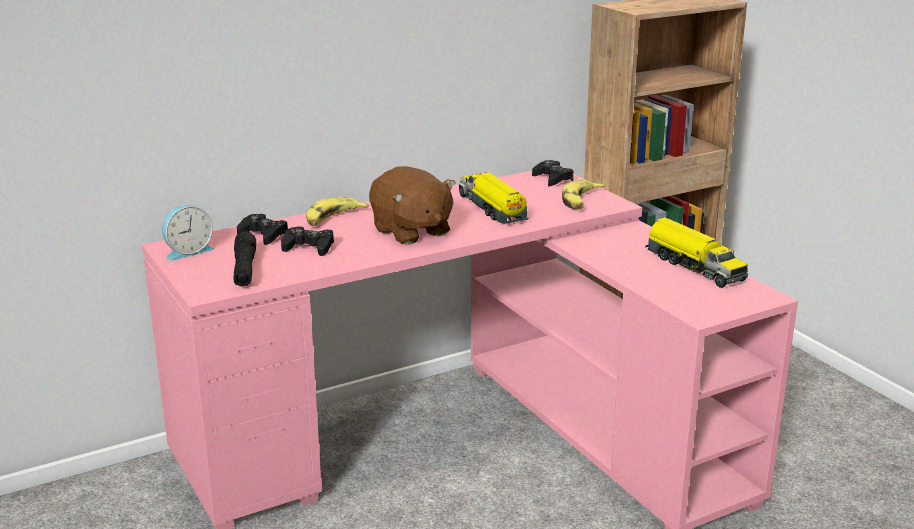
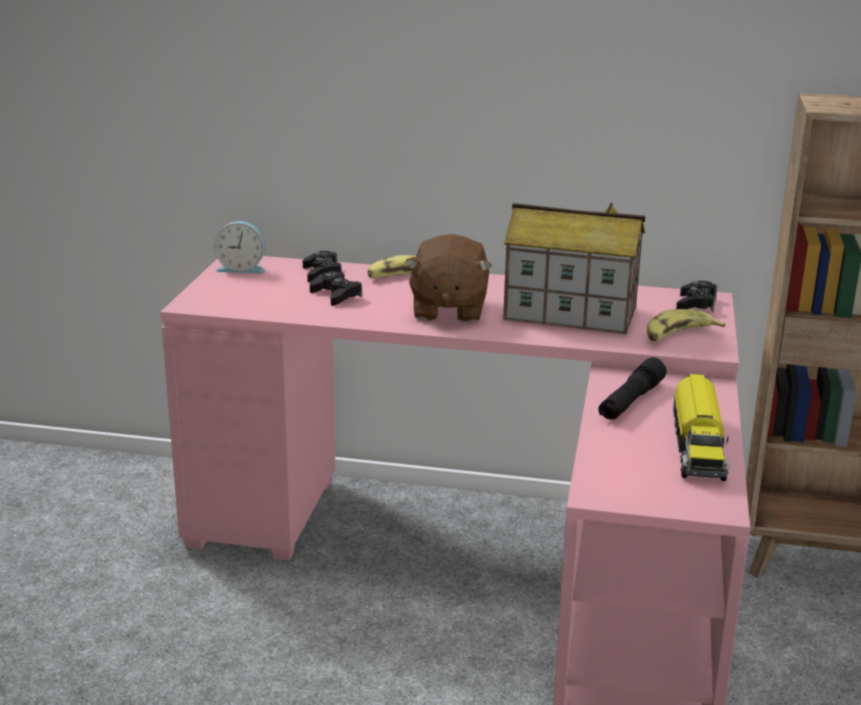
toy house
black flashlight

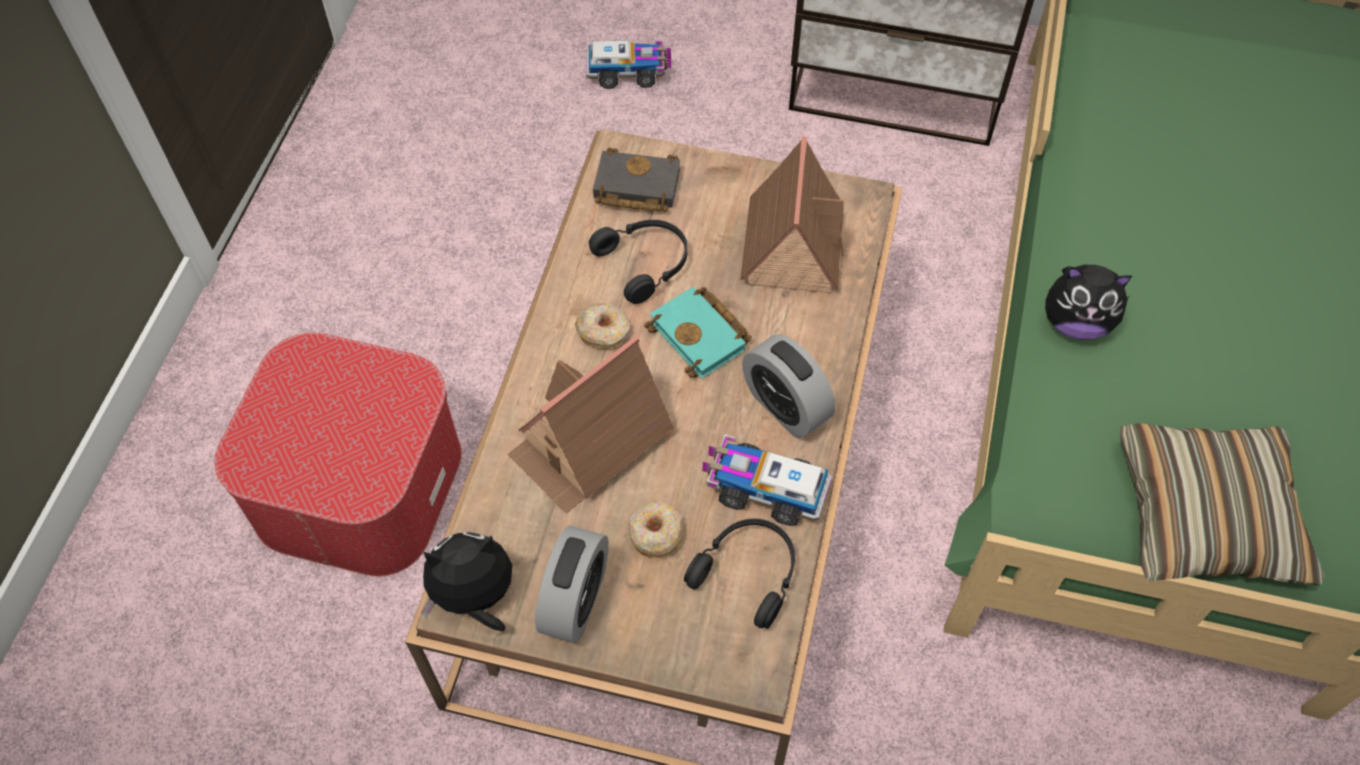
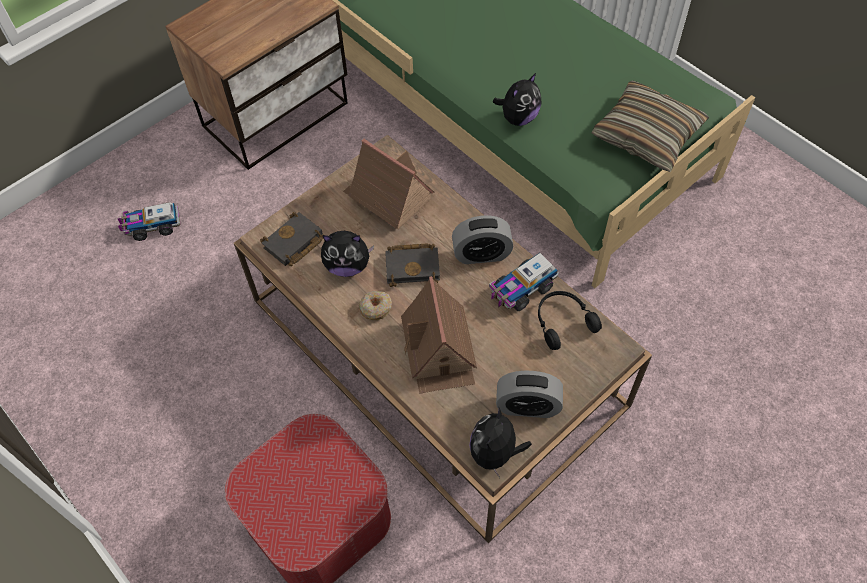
toy truck (1st from left)
plush toy (1st from left)
black book (2nd from left)
donut (2nd from left in the first image)
alarm clock (2nd from left)

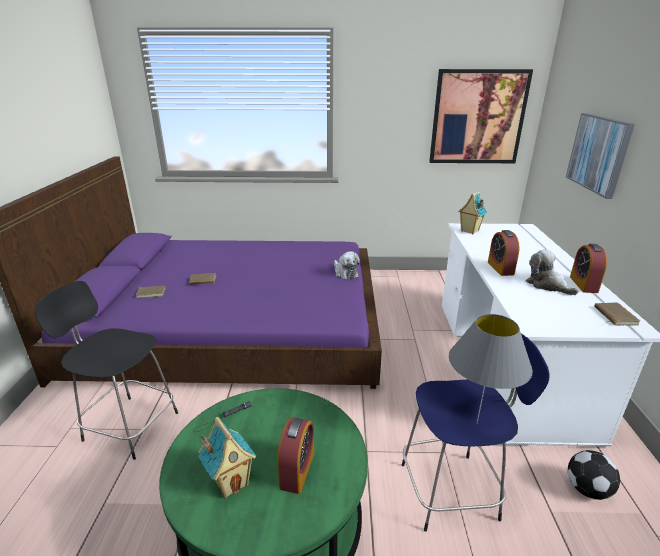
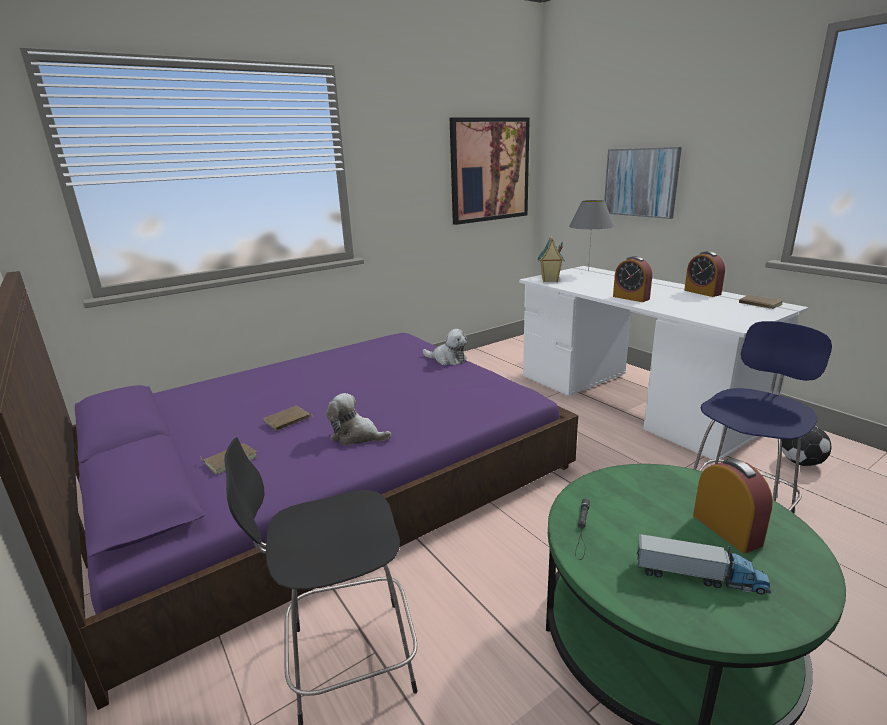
plush toy (1st from left)
grey table lamp
toy truck

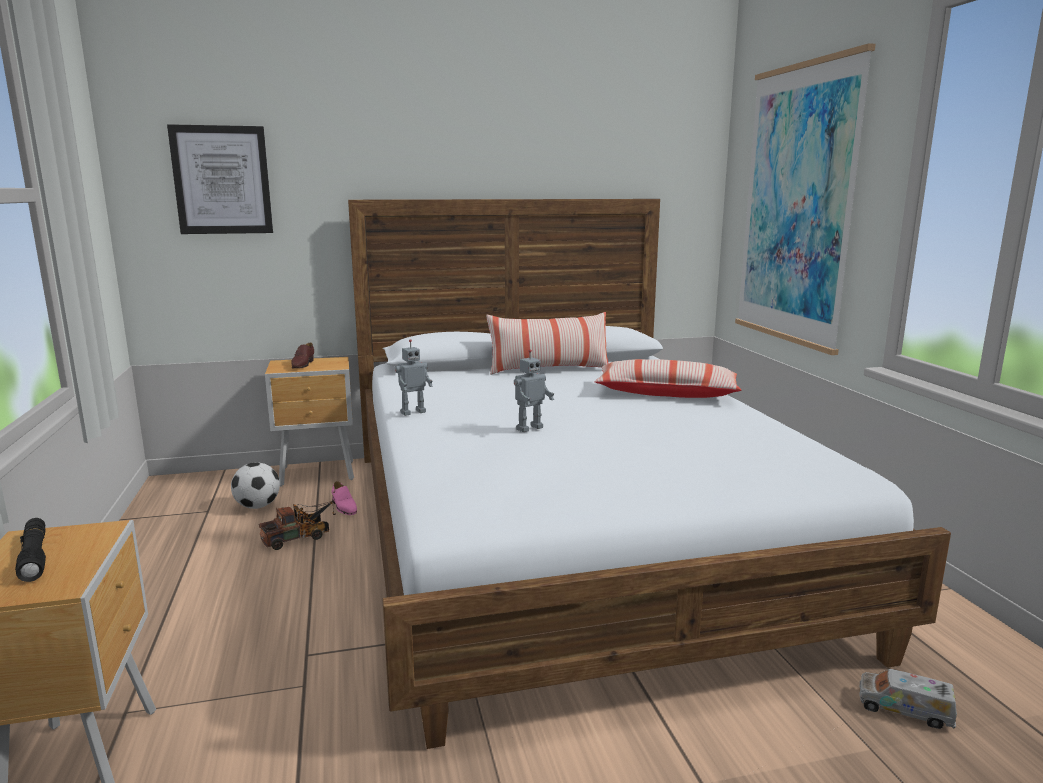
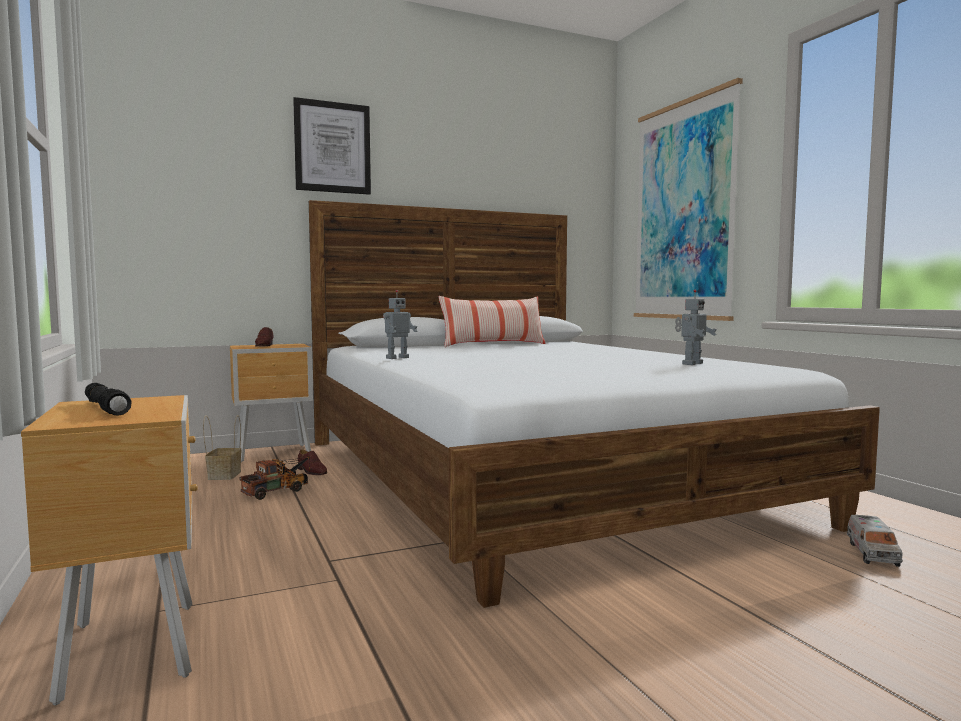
picture (1st from left)
toy robot (2nd from left)
pillow (2nd from left in the first image)
basket
brown shoe (2nd from left)
toy truck (2nd from left)

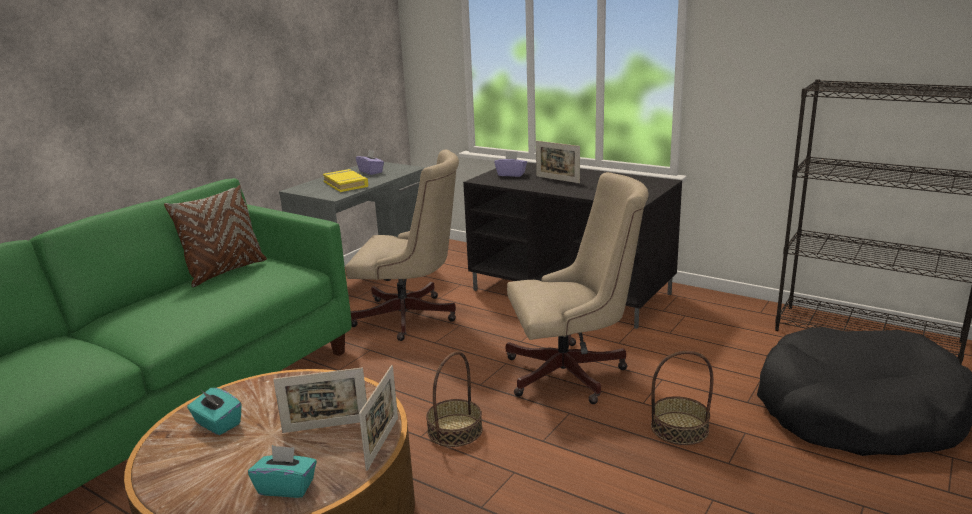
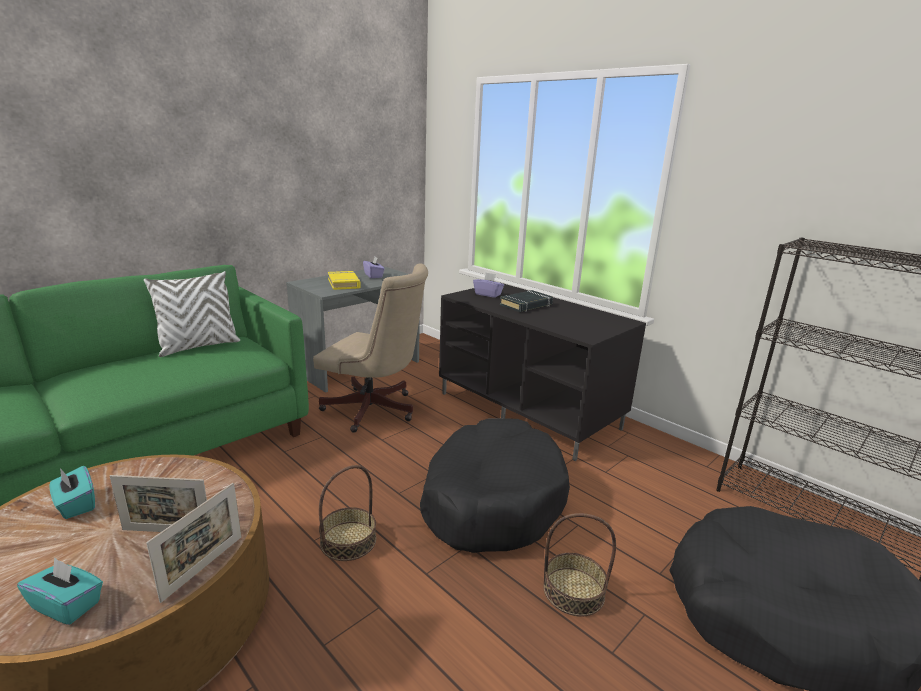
black book
black dog bed (1st from left)
white pillow

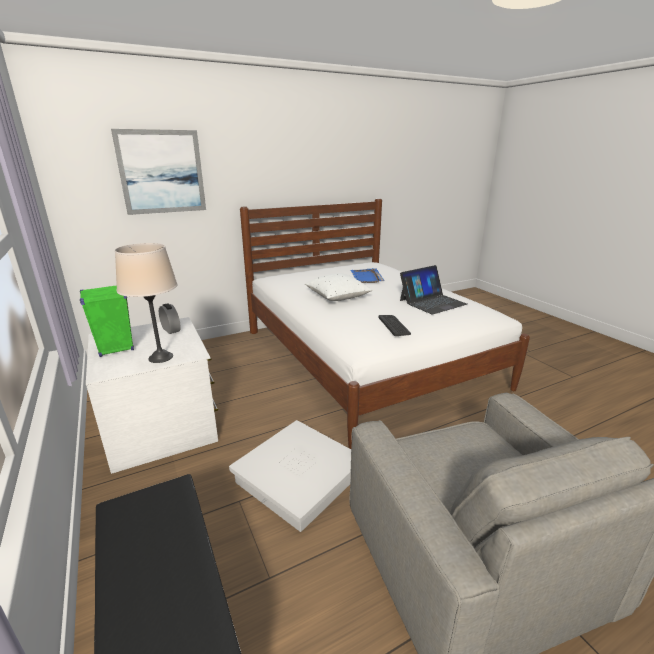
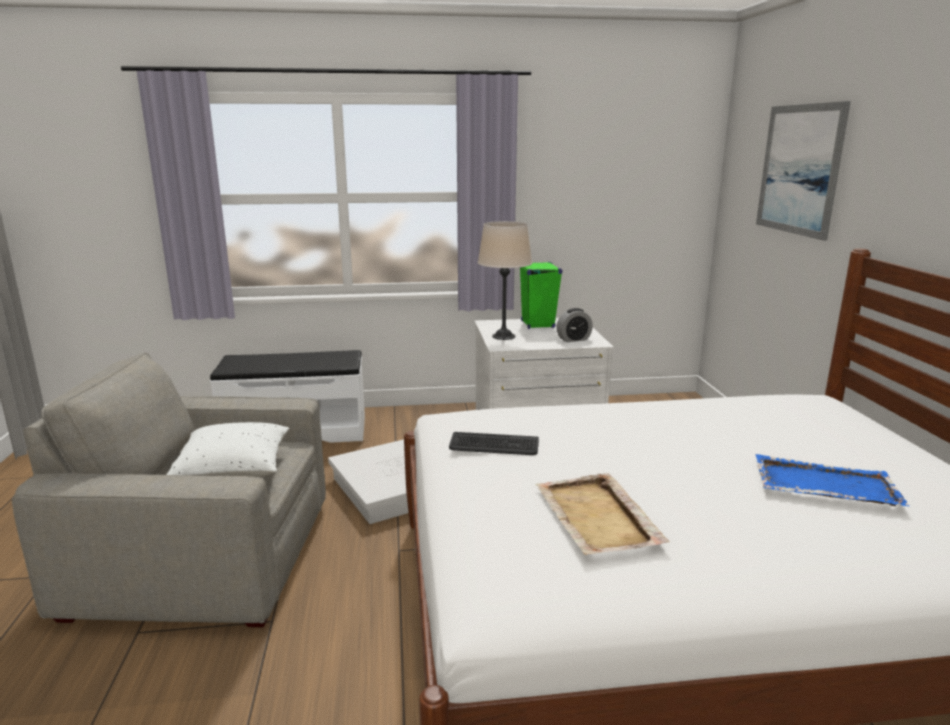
beige tray
white pillow

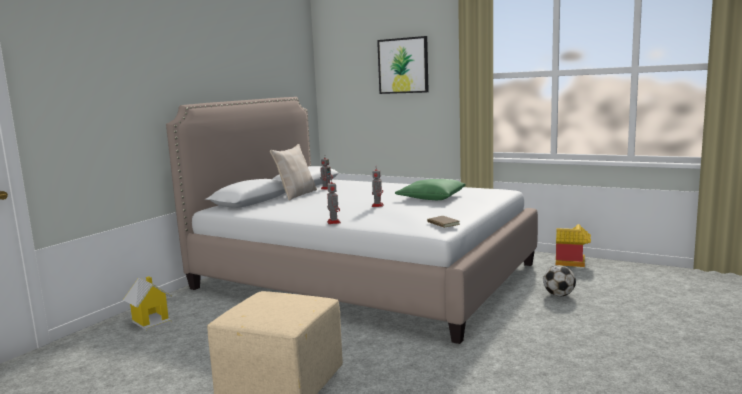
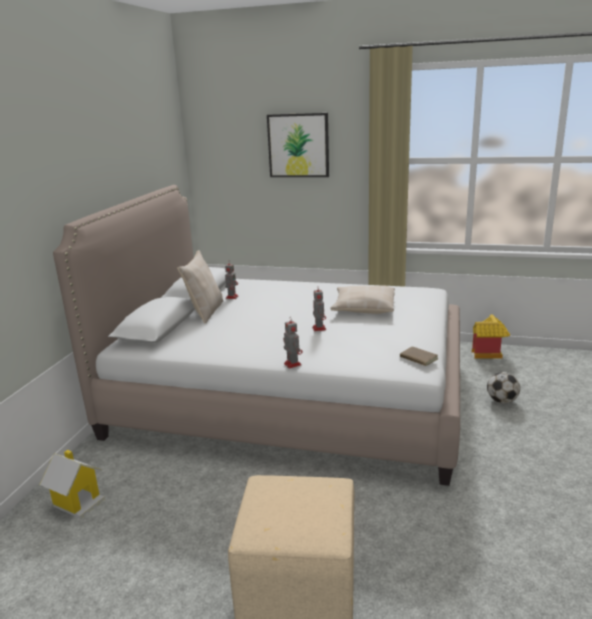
beige pillow (2nd from left)

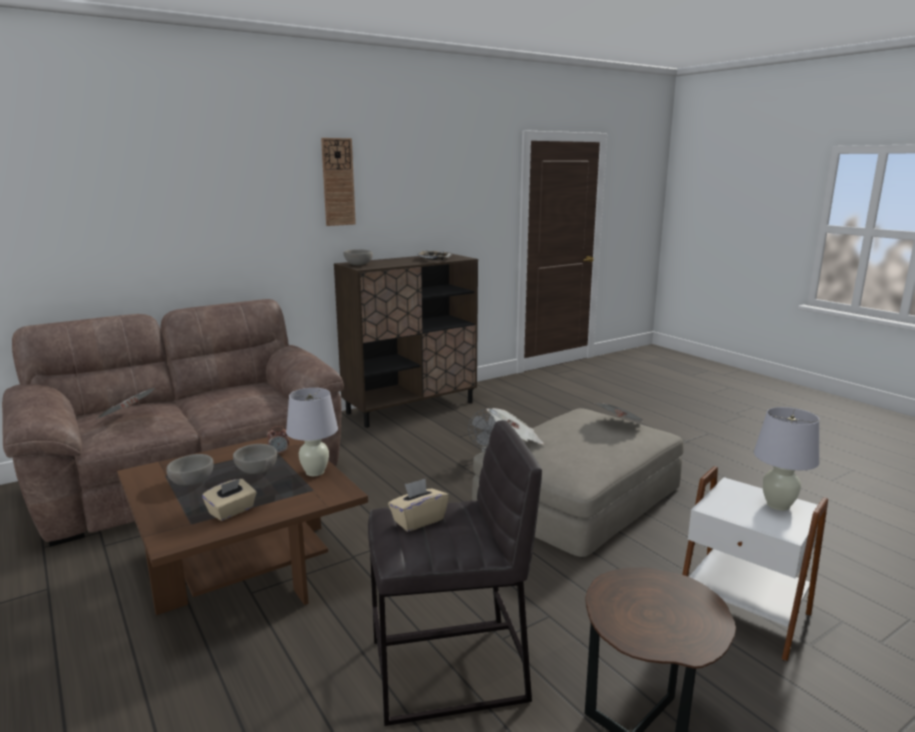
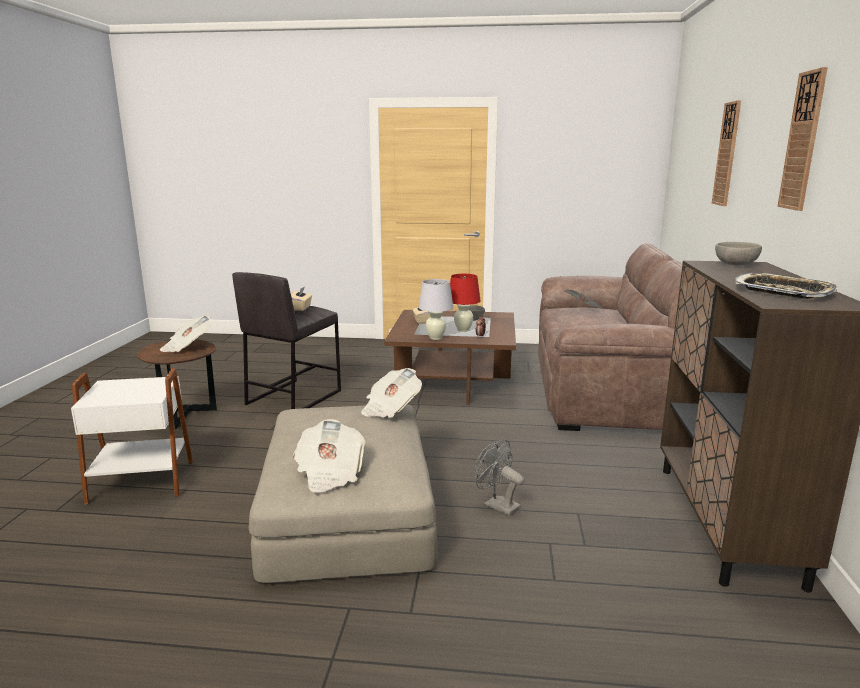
white table lamp (2nd from left in the first image)
red table lamp
wall clock (1st from left)
newspaper (1st from left)

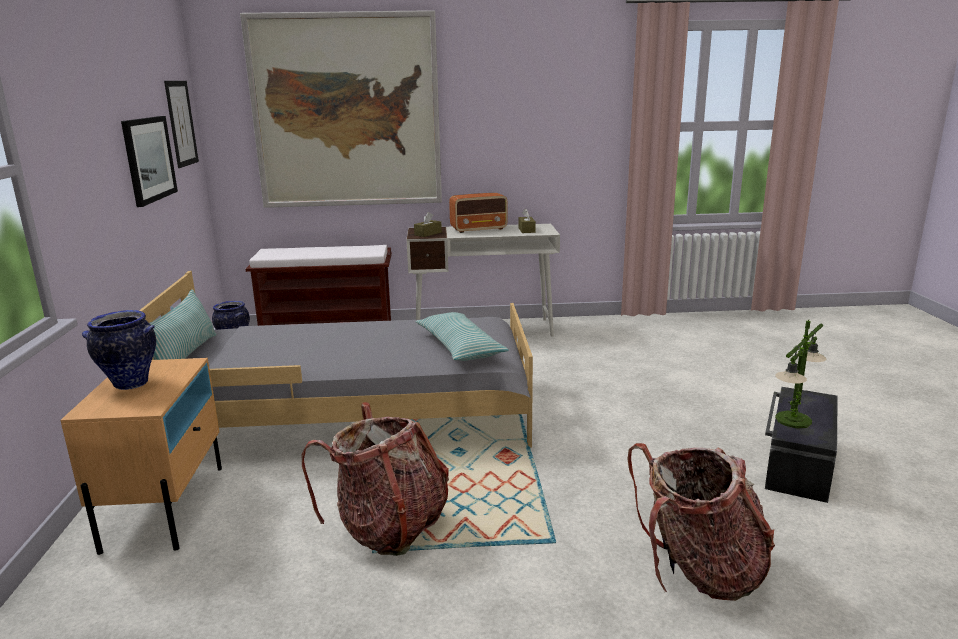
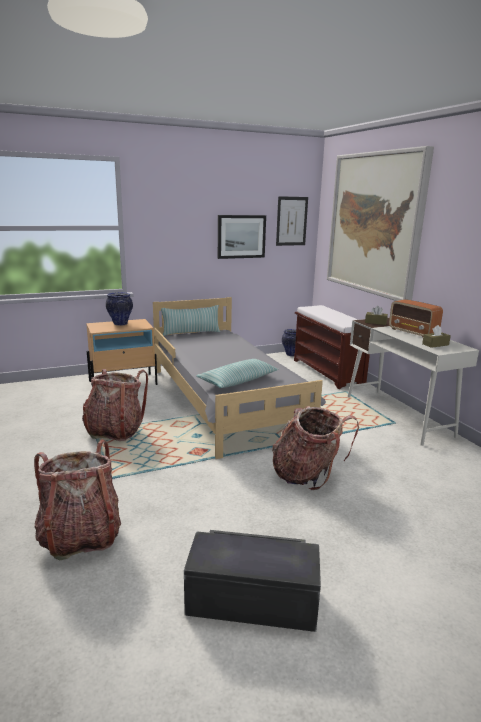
table lamp
backpack (3rd from left)

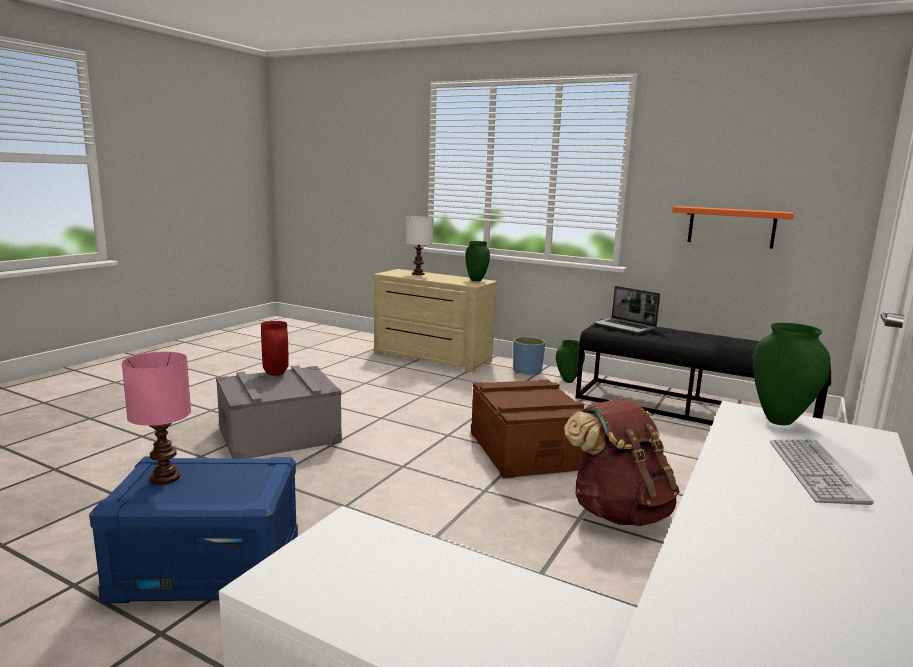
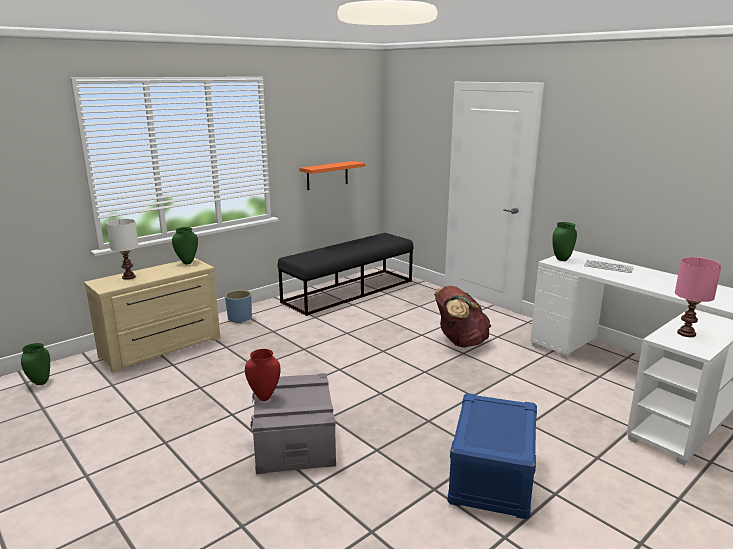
laptop
green vase (1st from left)
pink table lamp
brown storage box

